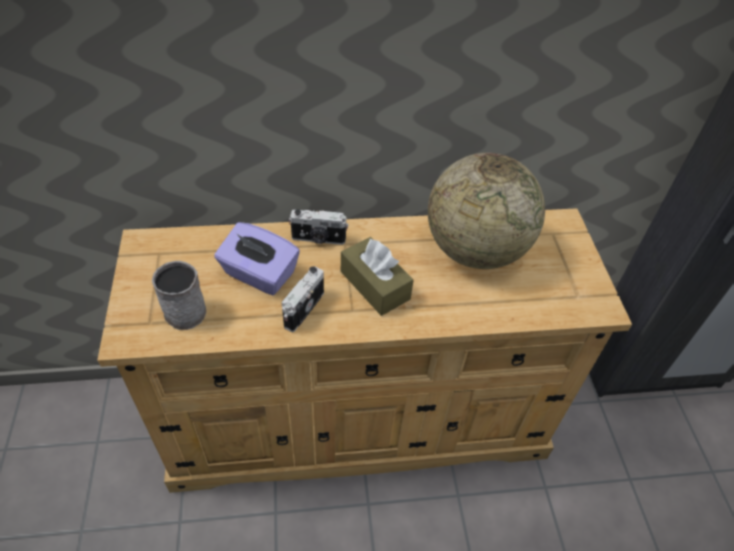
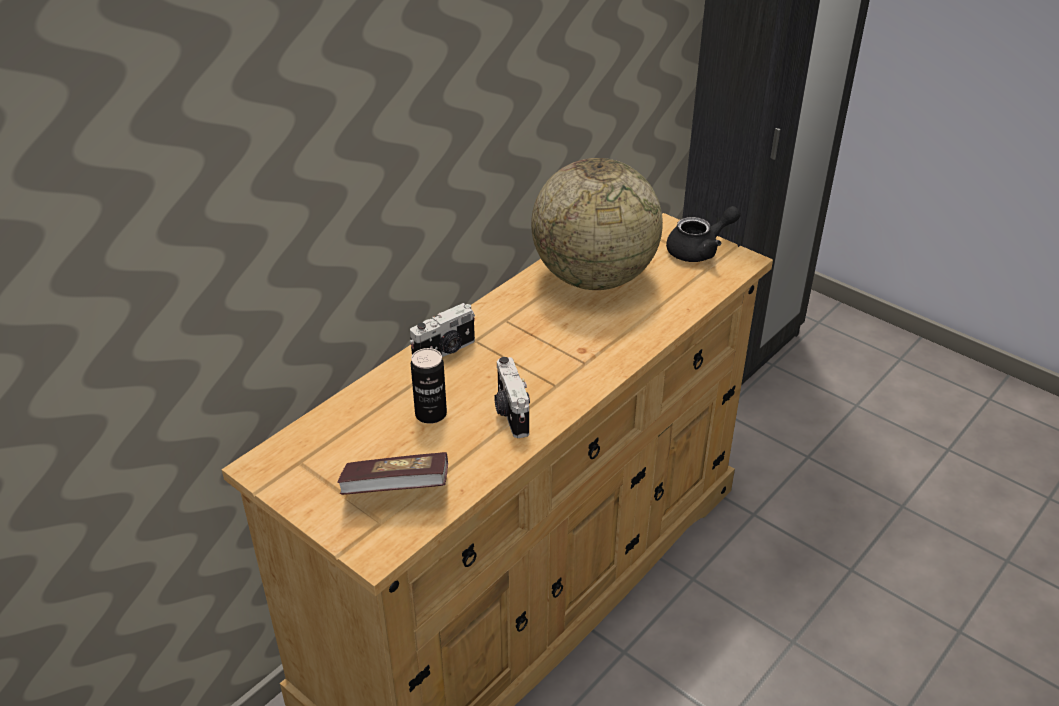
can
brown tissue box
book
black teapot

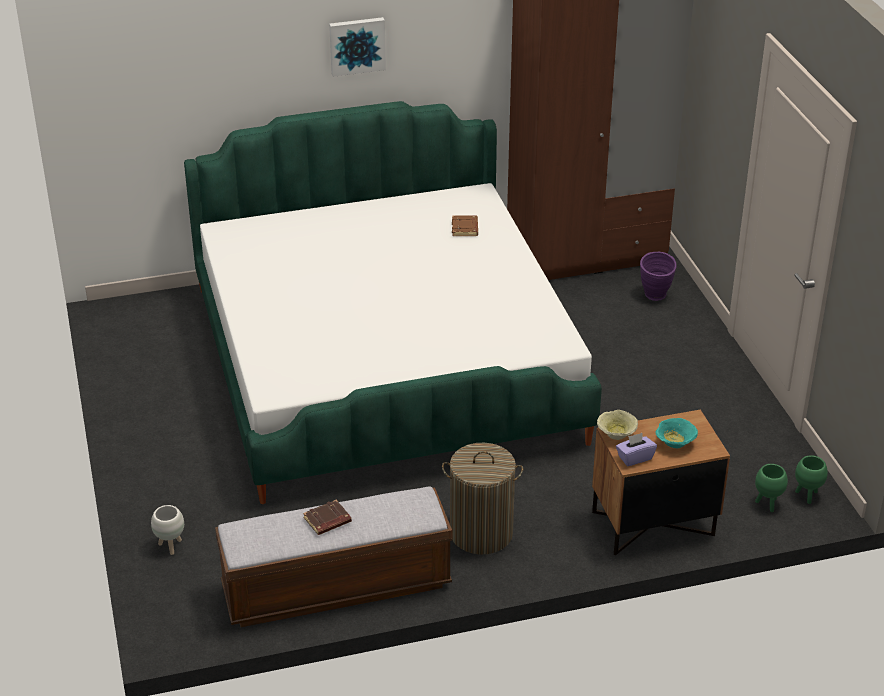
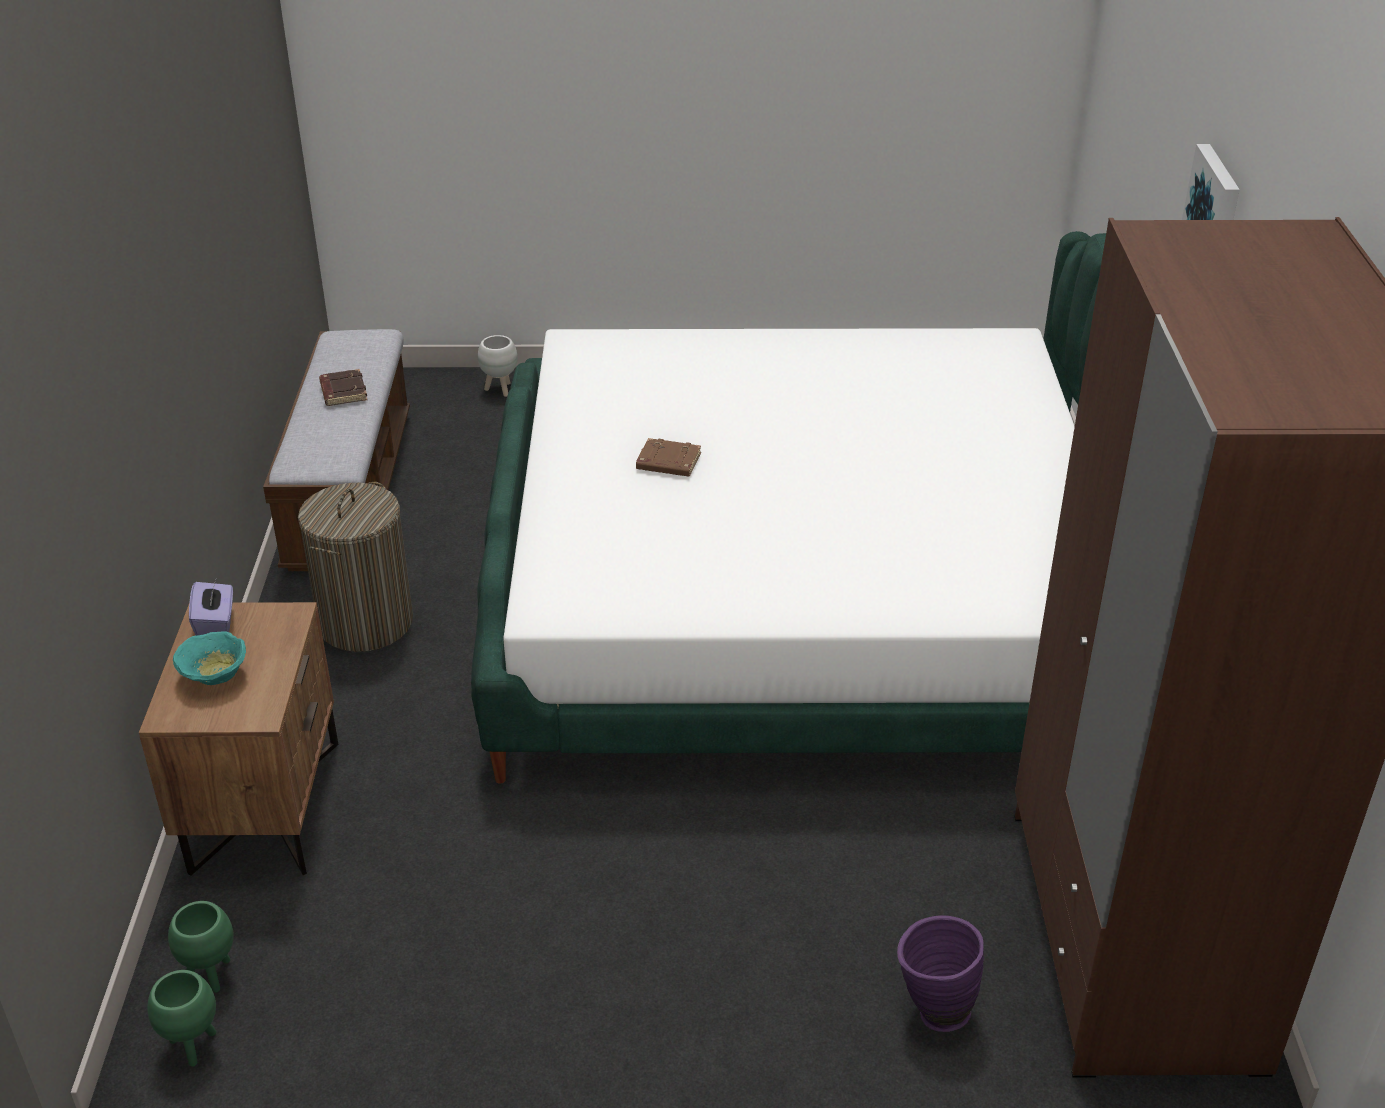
brown book (2nd from left)
beige bowl

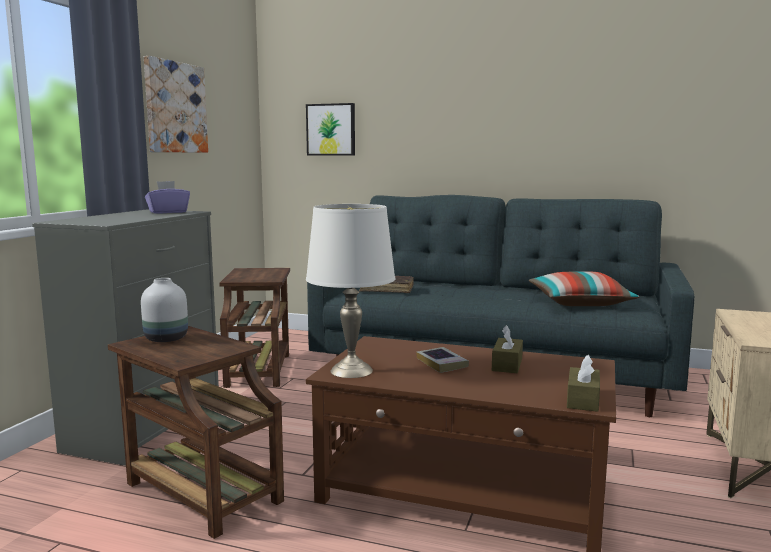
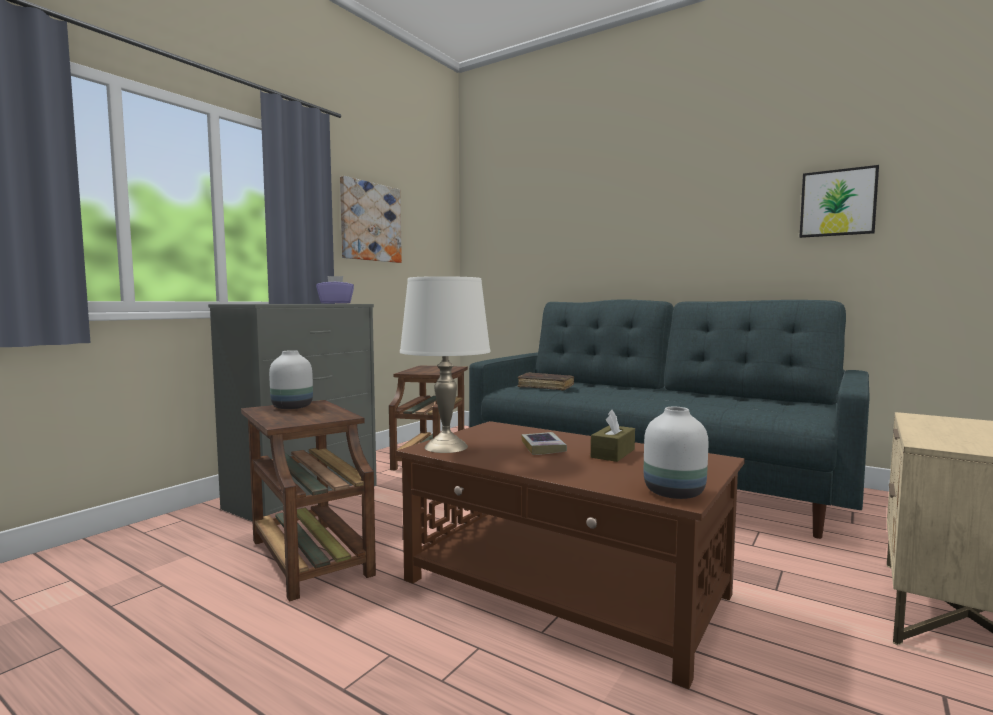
picture (2nd from left)
pillow
white vase (2nd from left)

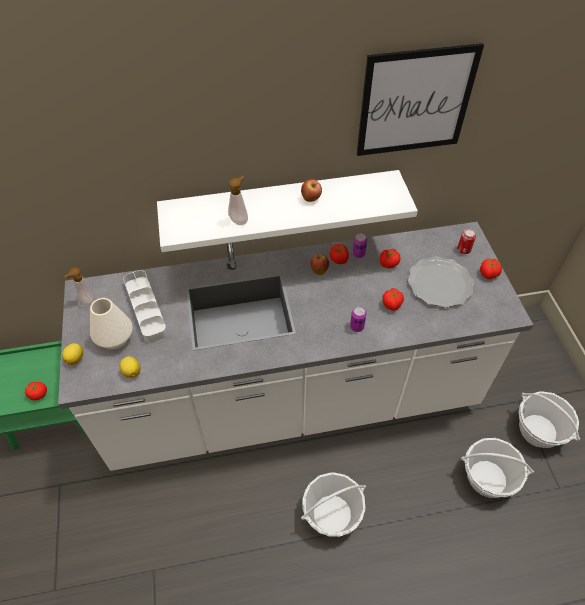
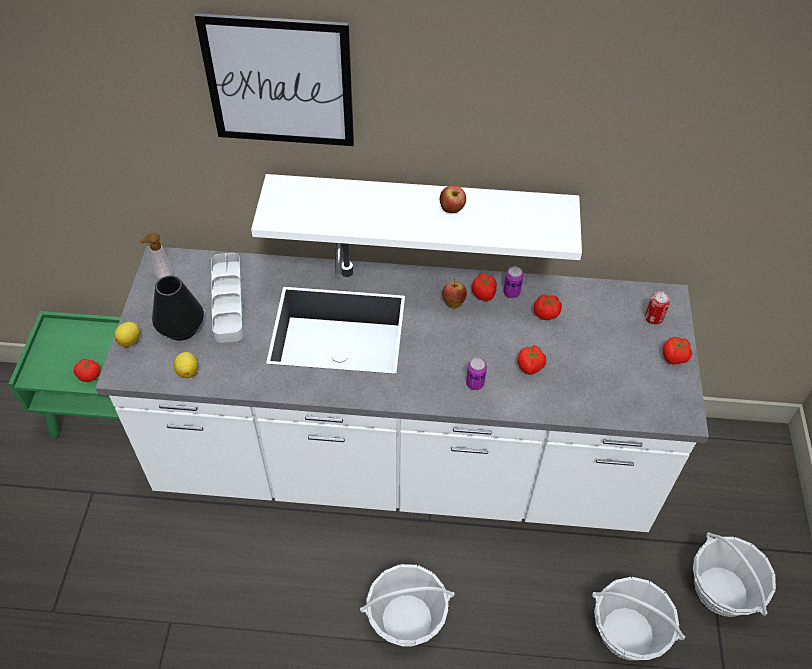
picture
soap dispenser (2nd from left in the first image)
plate
black vase

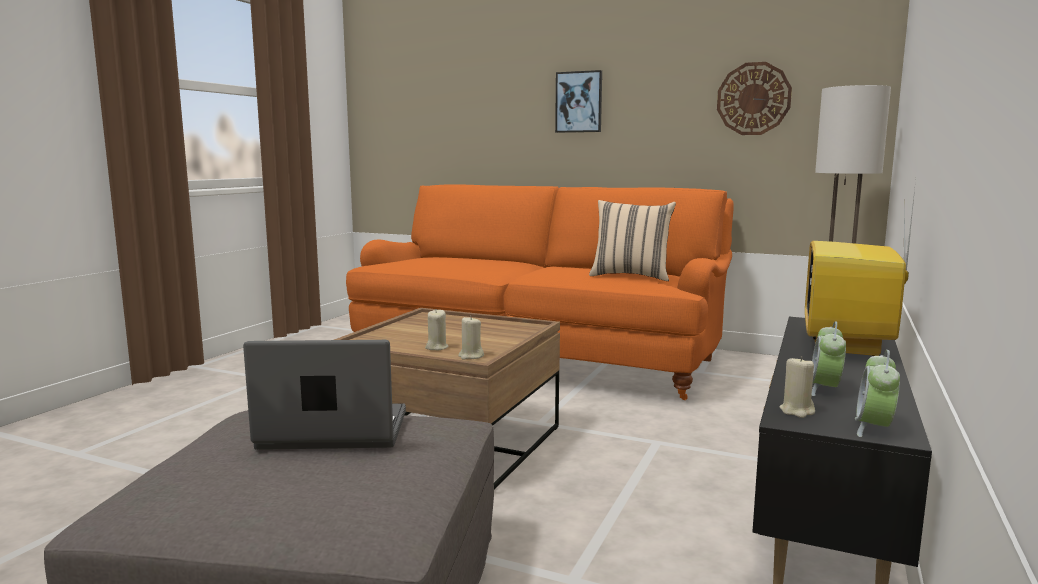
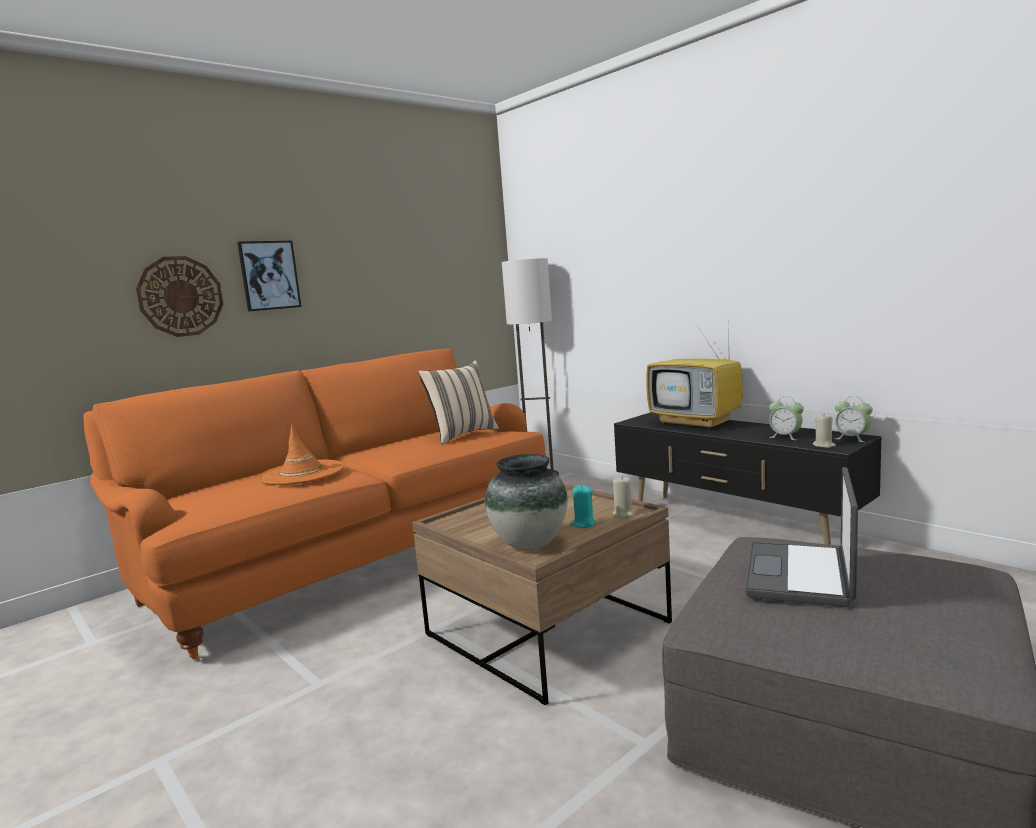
wall clock
turquoise candle
orange hat
vase

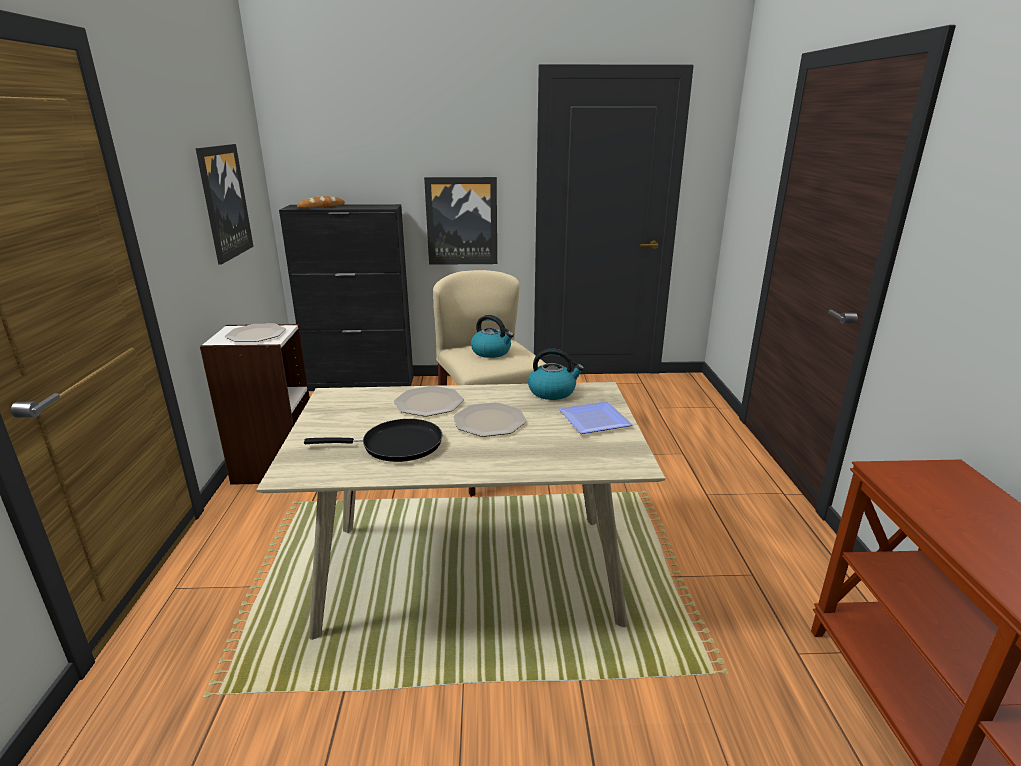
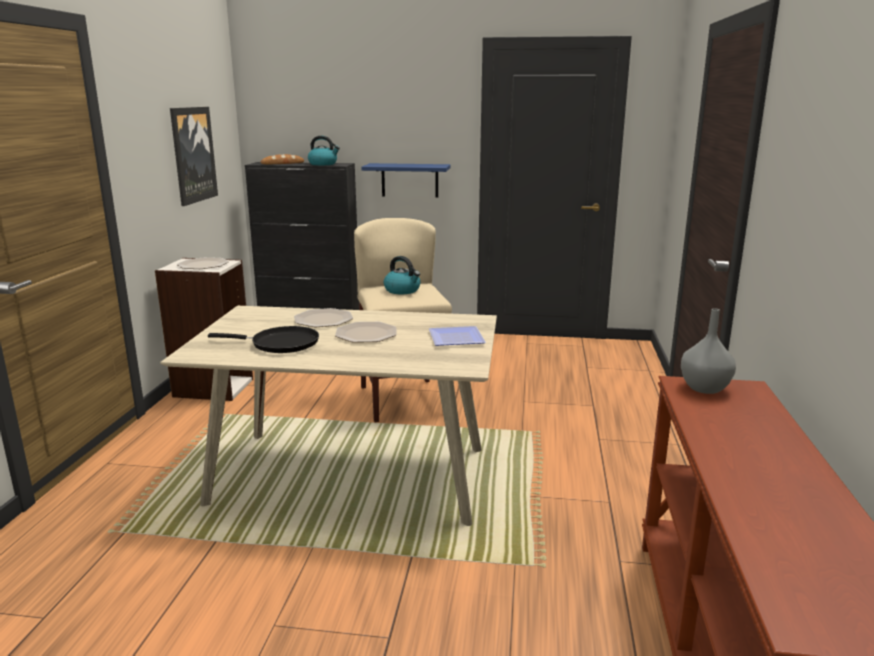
blue shelf
kettle (1st from left)
grey vase

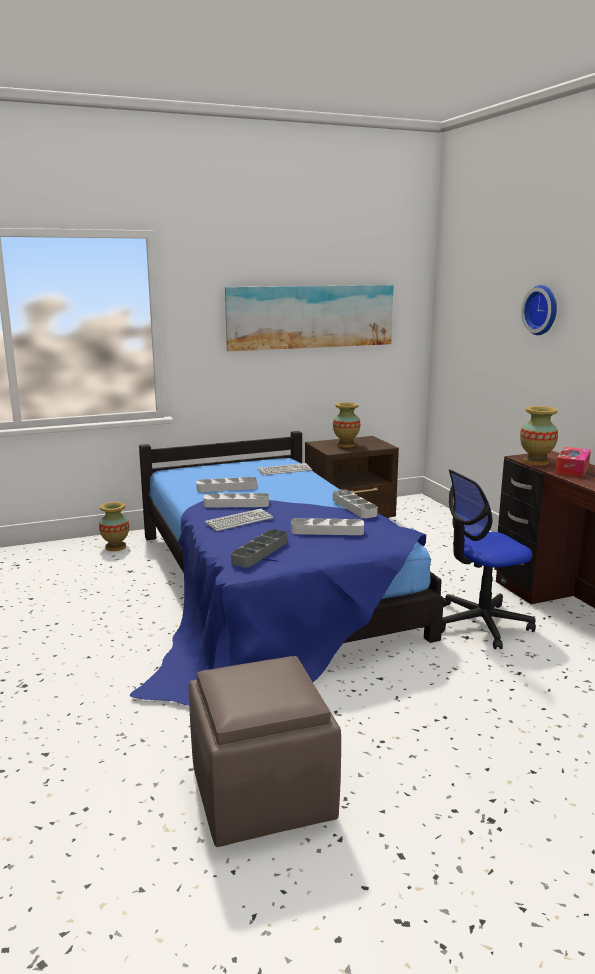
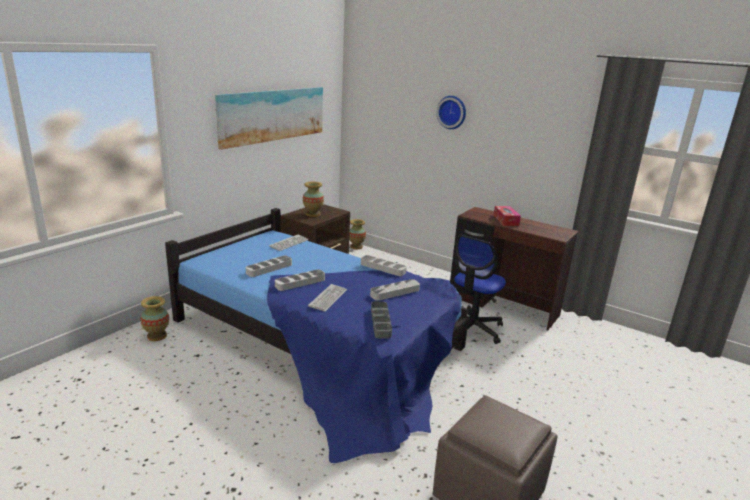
vase (3rd from left)

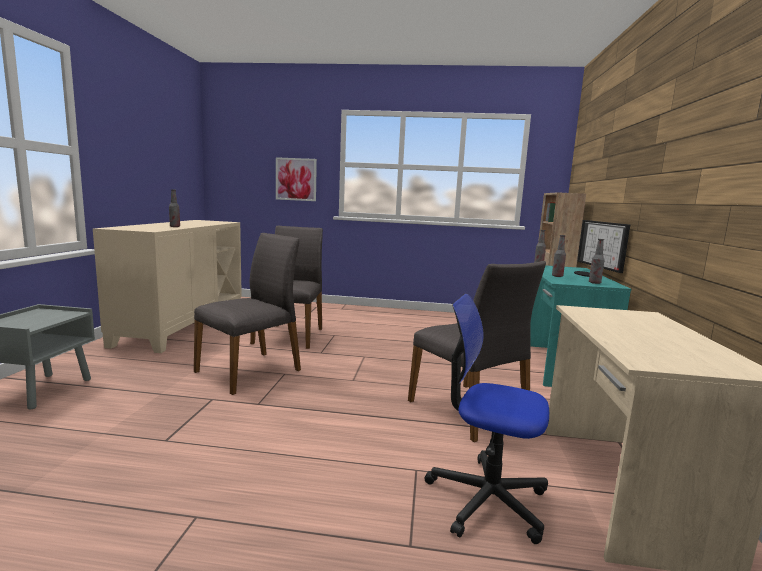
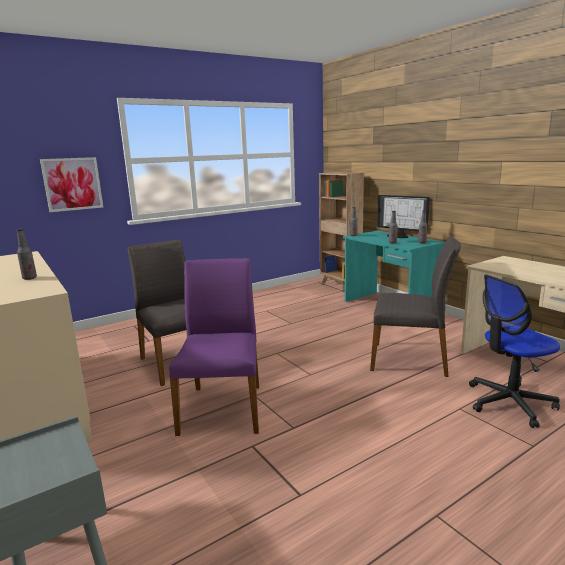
purple chair

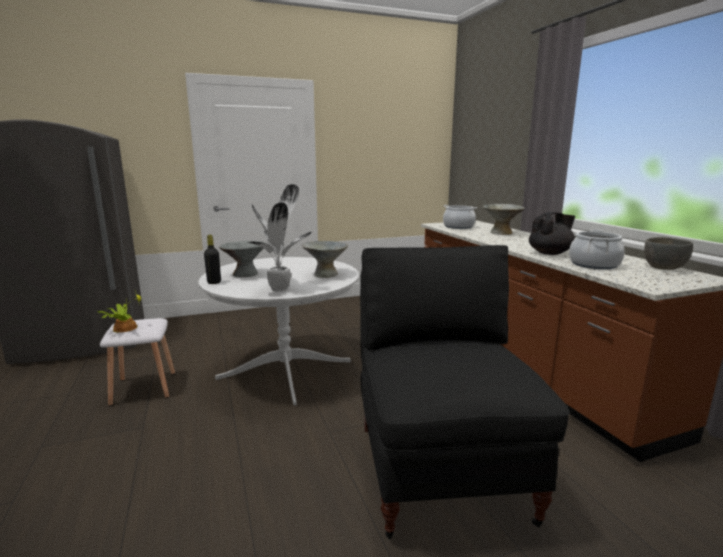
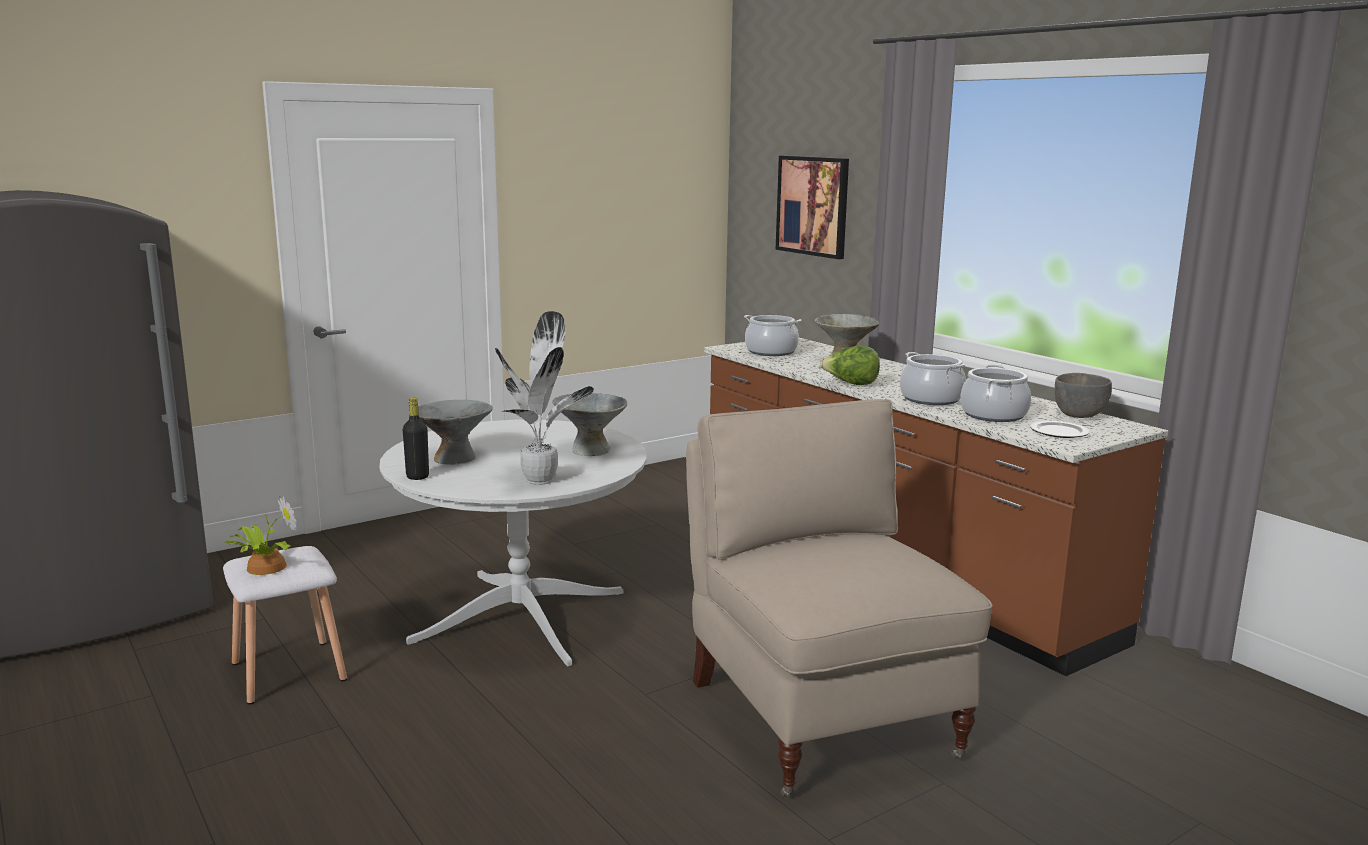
cooking pot (2nd from left)
beige chair
picture
lettuce
plate

